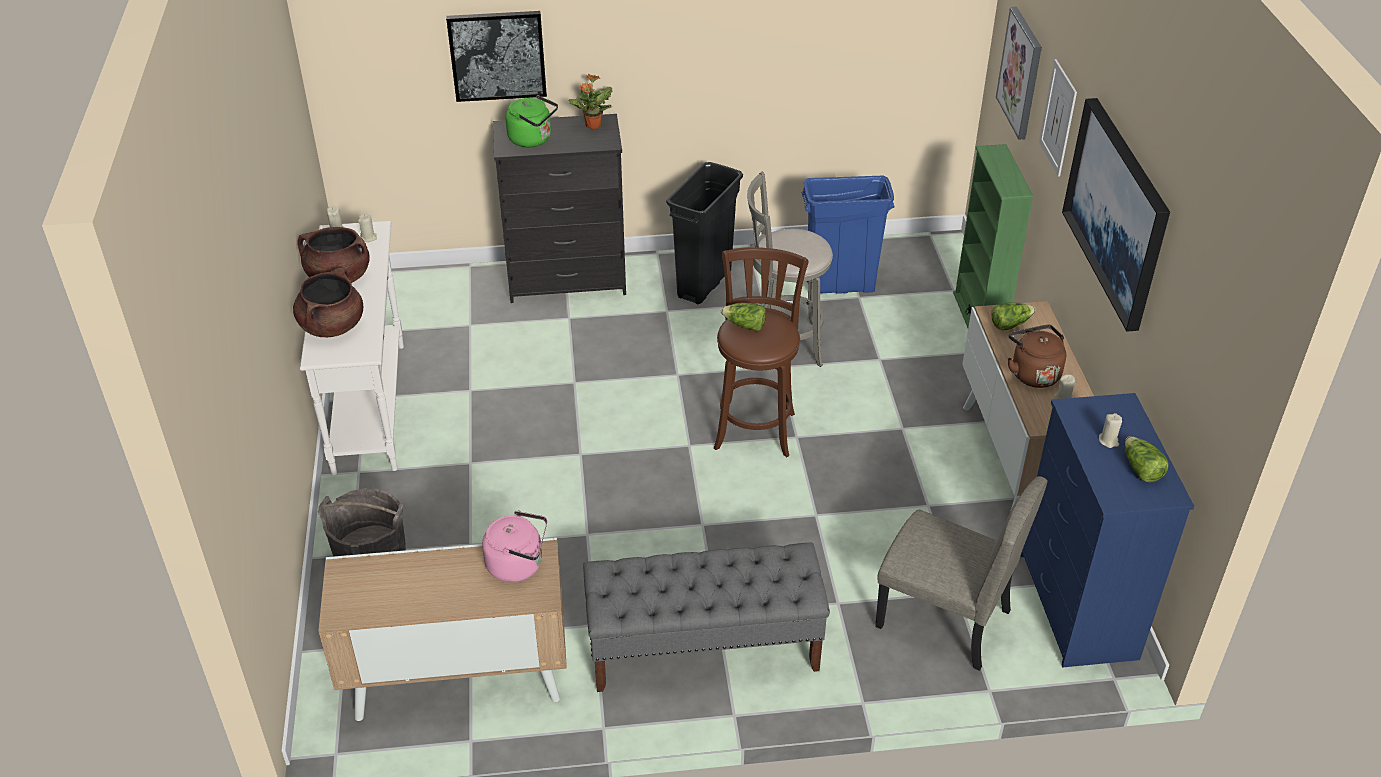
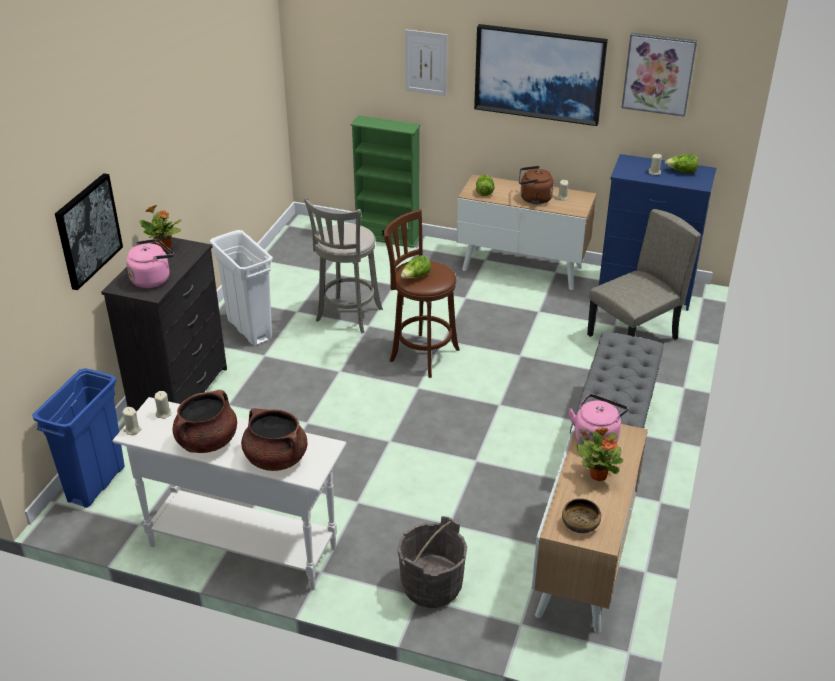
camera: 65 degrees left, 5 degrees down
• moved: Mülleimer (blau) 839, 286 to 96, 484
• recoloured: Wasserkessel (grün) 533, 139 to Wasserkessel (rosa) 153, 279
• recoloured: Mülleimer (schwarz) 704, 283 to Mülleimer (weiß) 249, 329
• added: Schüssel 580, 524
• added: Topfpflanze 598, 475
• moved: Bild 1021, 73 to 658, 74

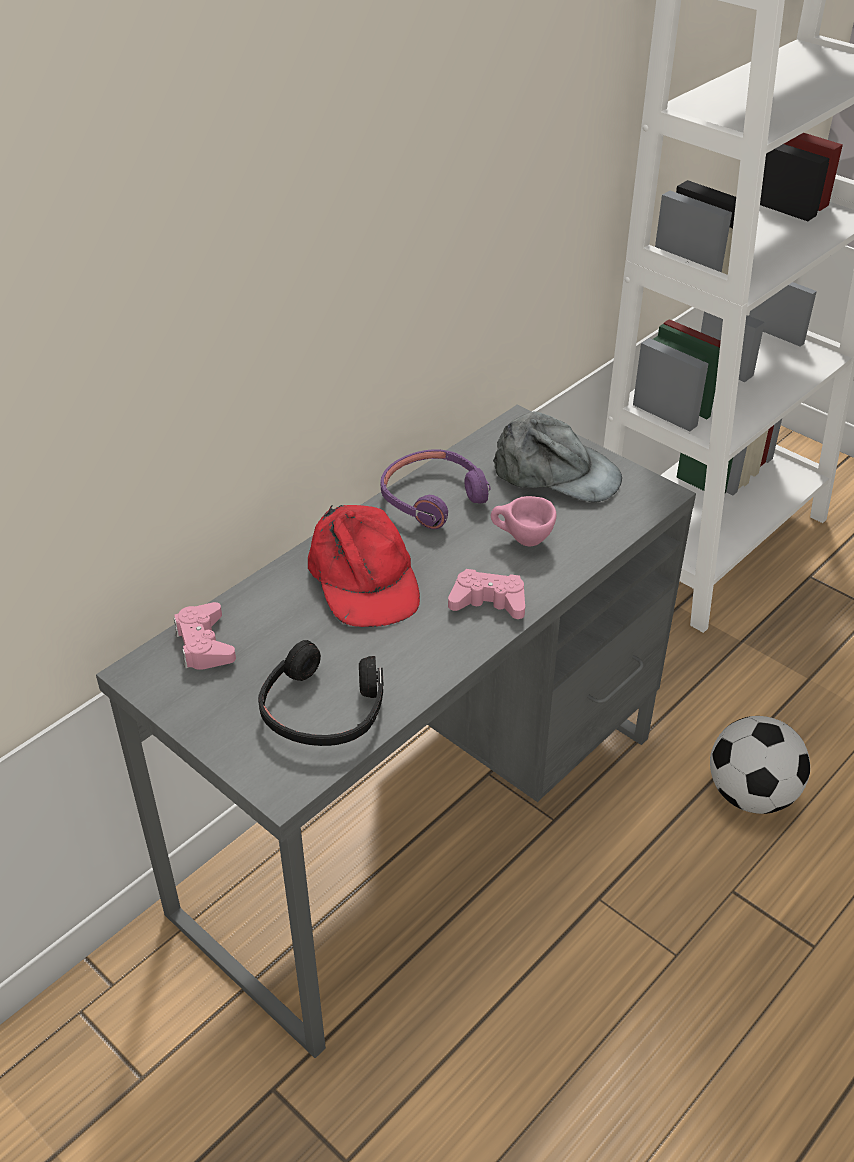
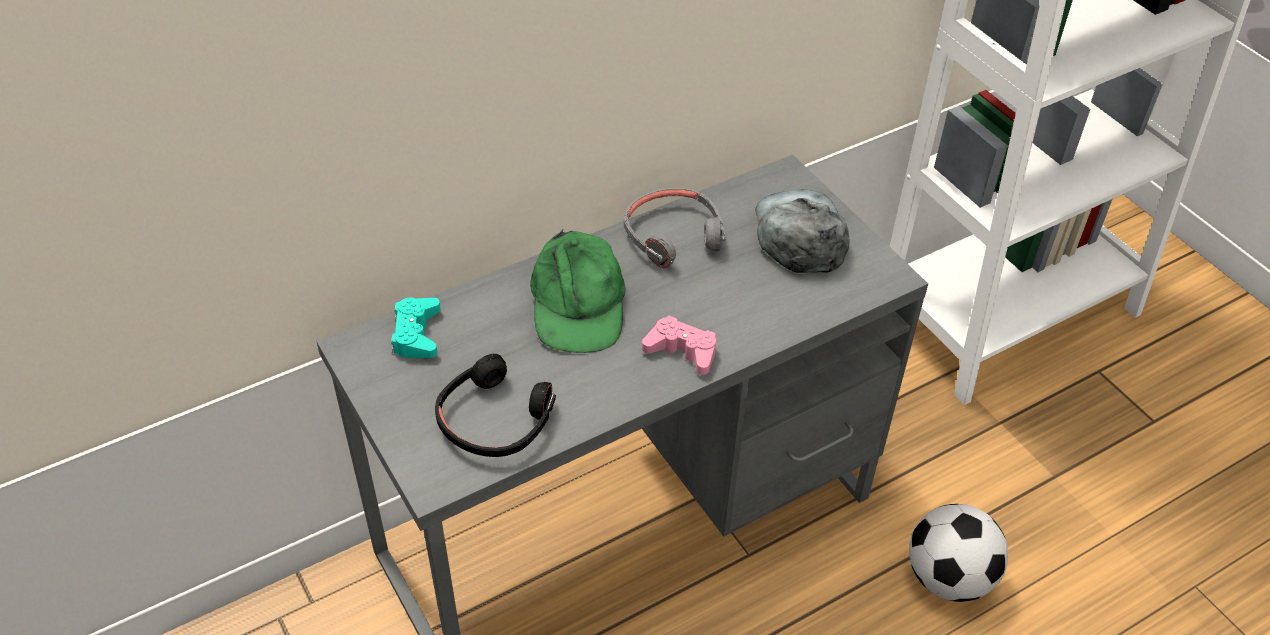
camera: 15 degrees right, 5 degrees up
• recoloured: Gamepad (rosa) 204, 644 to Gamepad (türkis) 416, 334
• recoloured: Kappe (rot) 363, 579 to Kappe (grün) 577, 303
• recoloured: Kopfhörer (lila) 433, 497 to Kopfhörer (grau) 673, 235
• turned: Kappe (grau) 556, 473 = 800, 234 135 degrees counterclockwise
• removed: Tasse (rosa) 521, 540

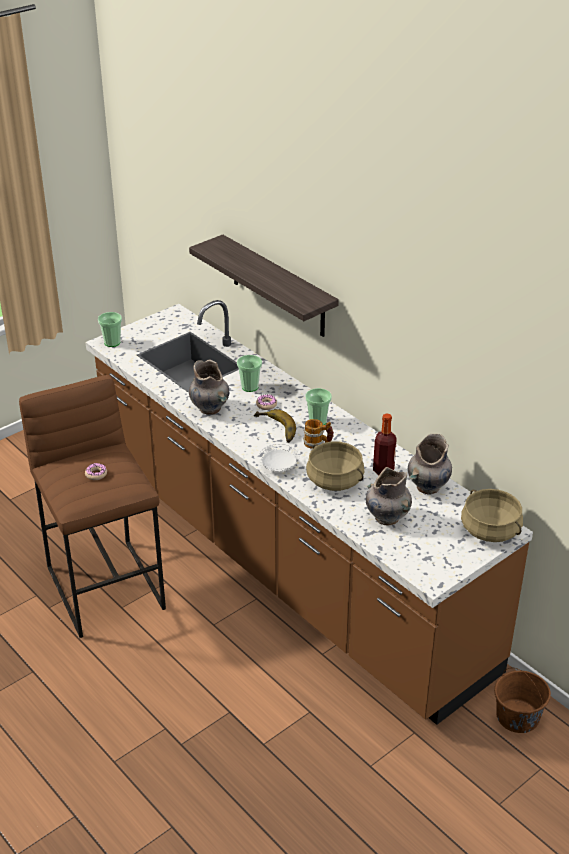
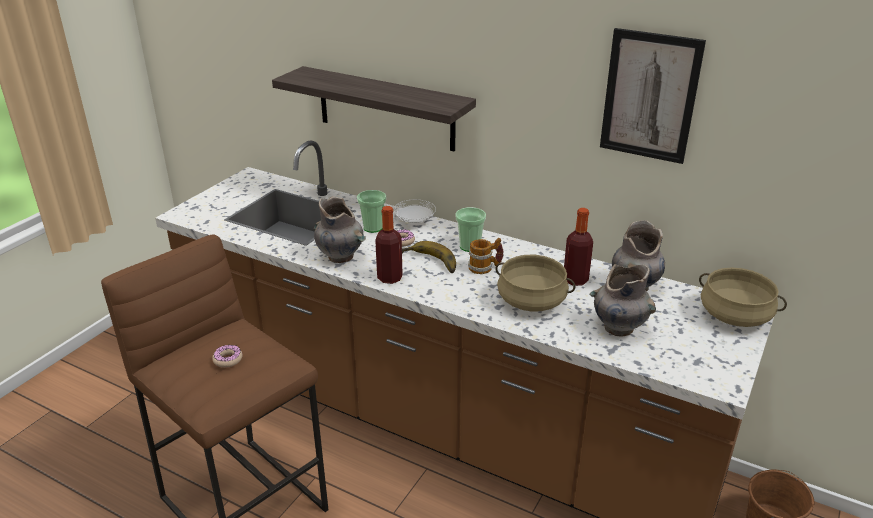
camera: 20 degrees left, 5 degrees down
• added: Flasche 389, 278
• moved: Teller (weiß) 279, 467 to 415, 221
• added: Bild 649, 96
• removed: Tasse 112, 342

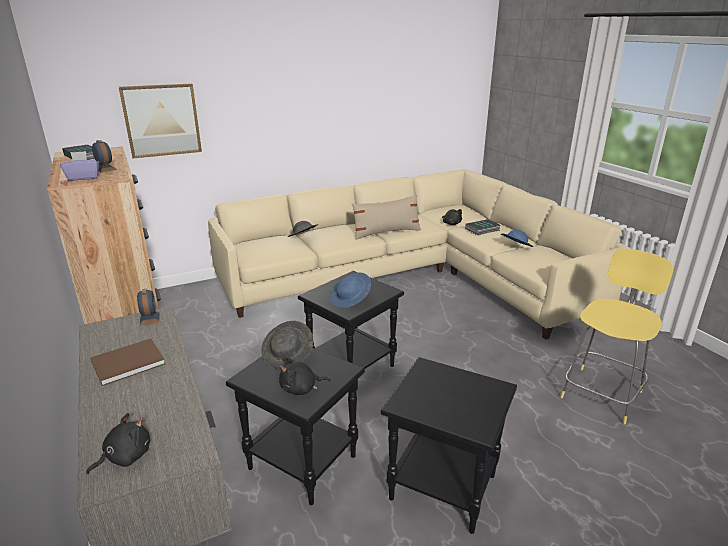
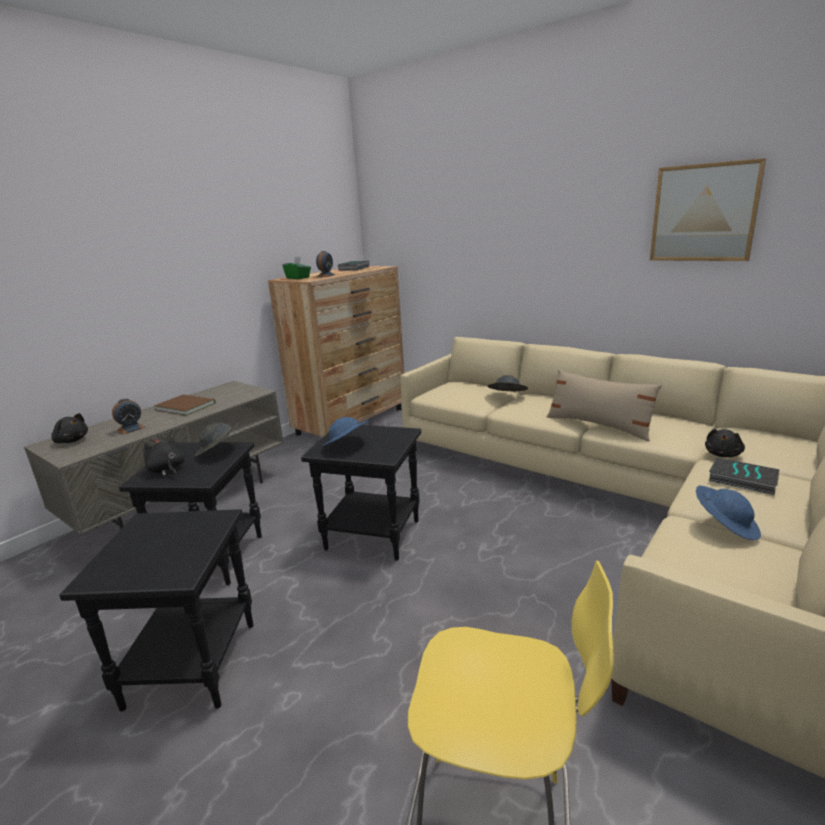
camera: 65 degrees right, 5 degrees down
• moved: Wecker 149, 318 to 131, 429
• recoloured: Taschentuchbox (lila) 83, 177 to Taschentuchbox (grün) 298, 278
• moved: Bild 162, 120 to 704, 213

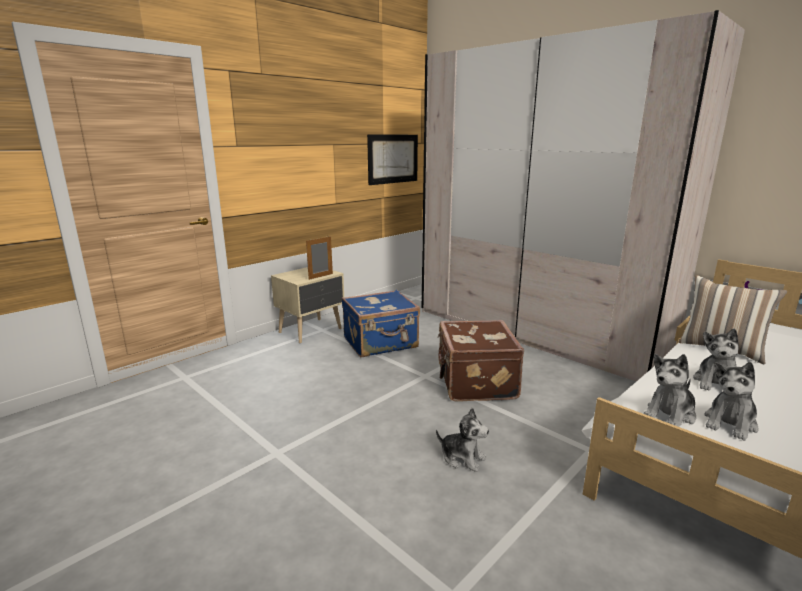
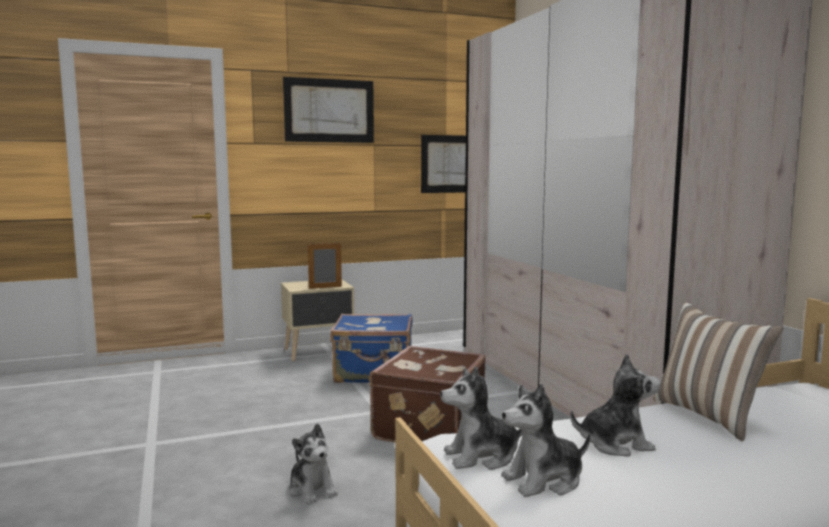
camera: 25 degrees right, 10 degrees down
• added: Bild 329, 110
• turned: Plüschtier 715, 383 = 615, 444 150 degrees counterclockwise

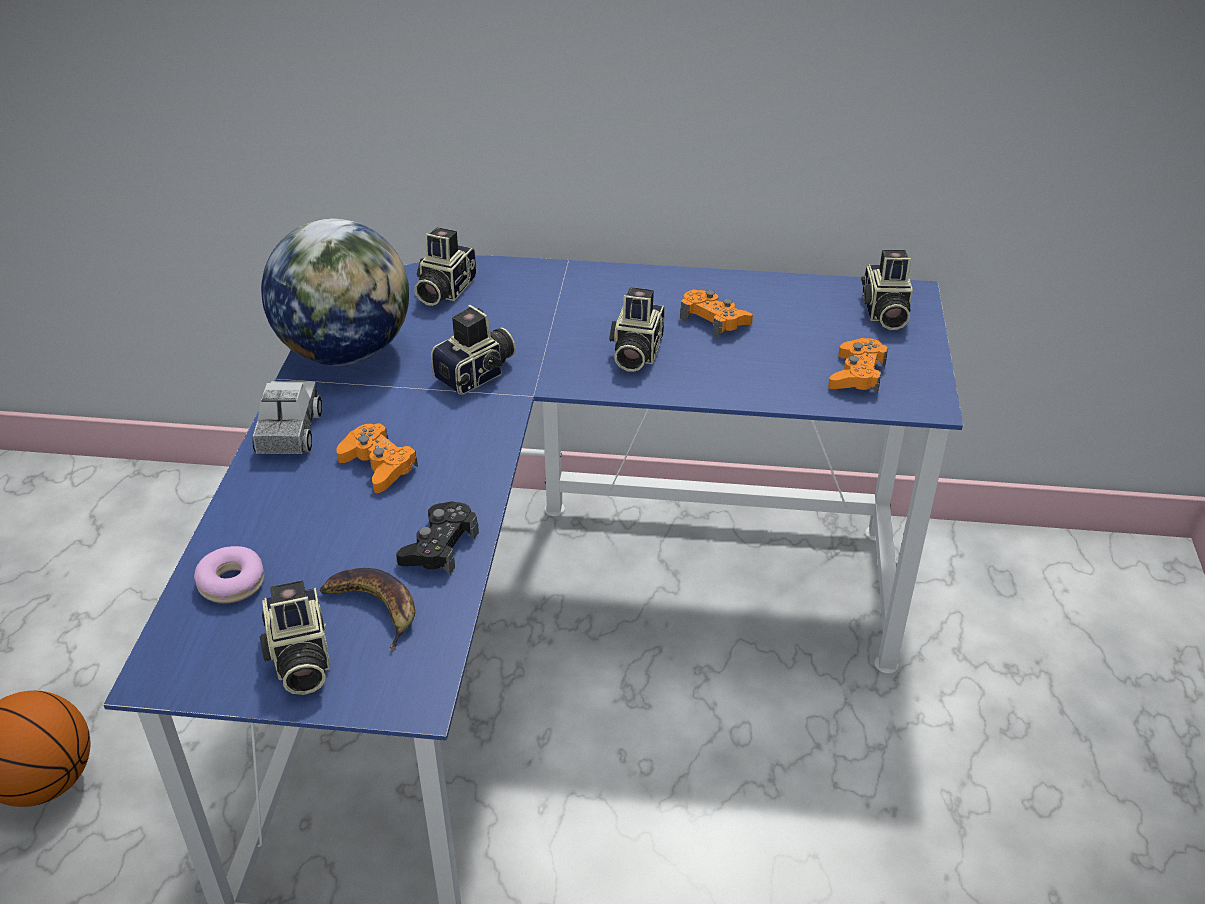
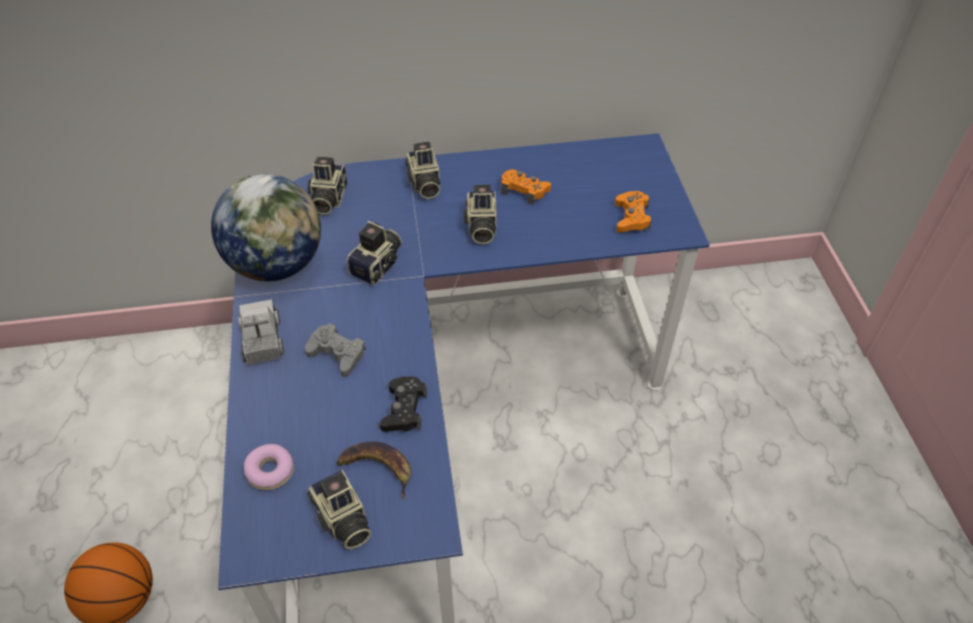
camera: 15 degrees left, 10 degrees up
• recoloured: Gamepad (orange) 378, 465 to Gamepad (grau) 337, 354
• moved: Kamera 884, 313 to 424, 184

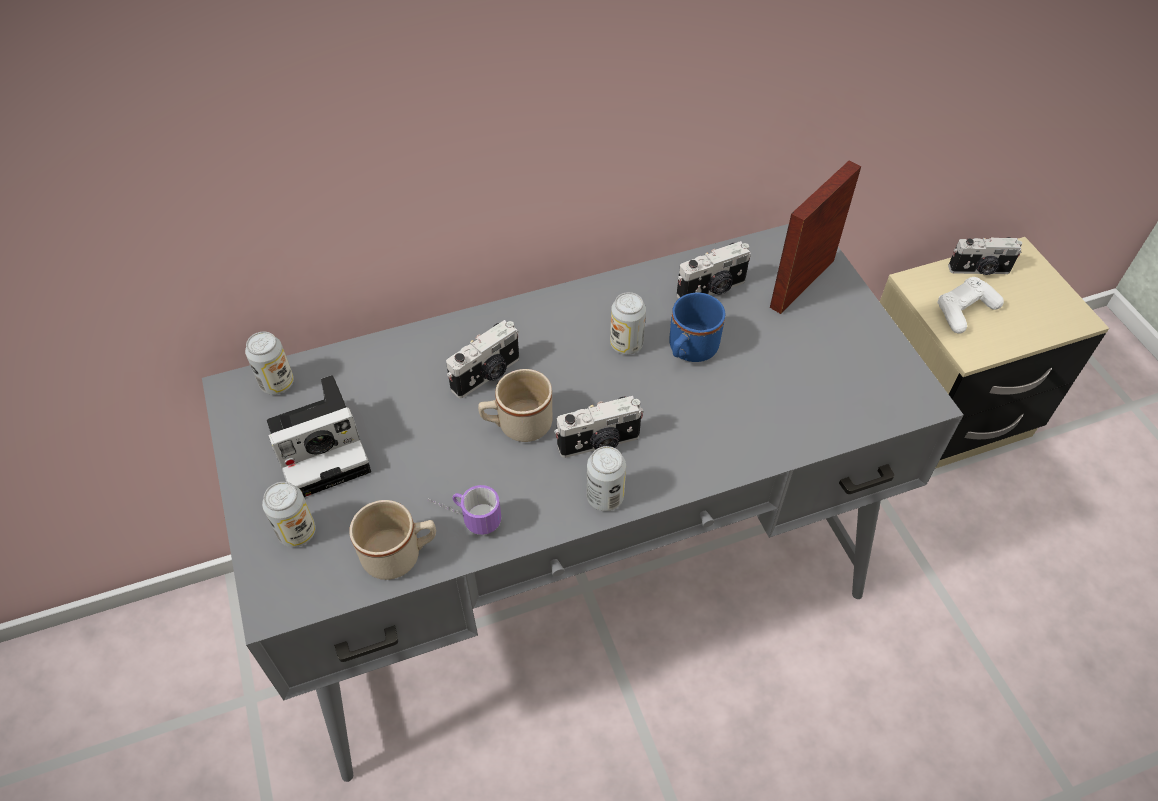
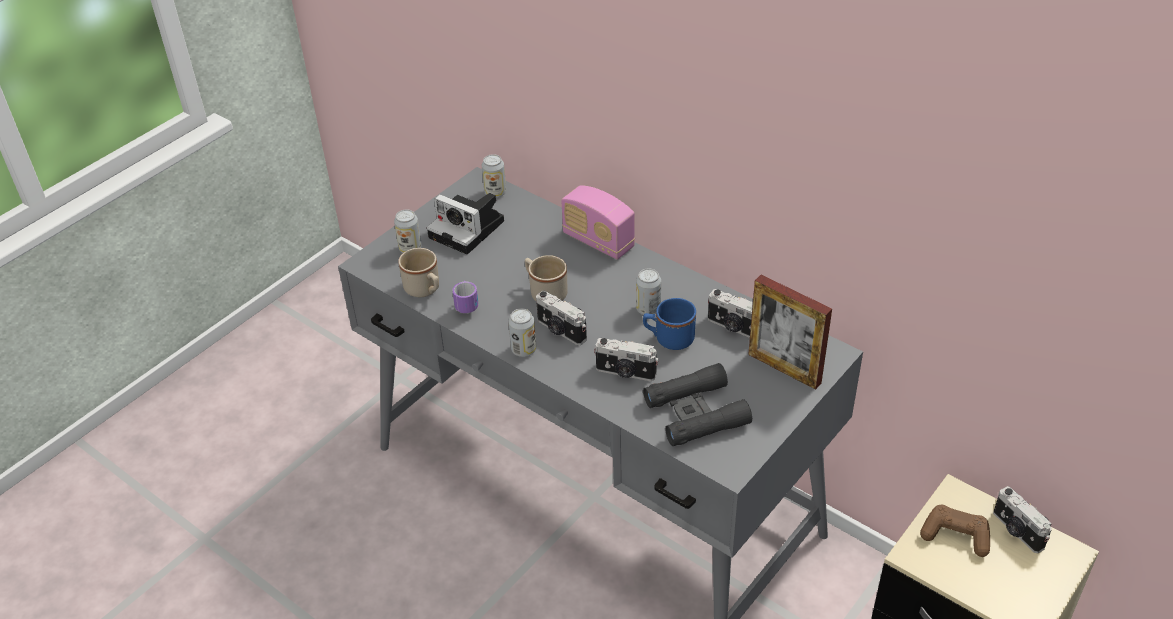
camera: 60 degrees right, 10 degrees down
• added: Radio 598, 241
• moved: Kamera 487, 375 to 625, 373
• added: Fernglas (schwarz) 696, 413
• turned: Bilderrahmen 802, 284 = 784, 368 150 degrees counterclockwise
• recoloured: Gamepad (weiß) 964, 311 to Gamepad (braun) 955, 536

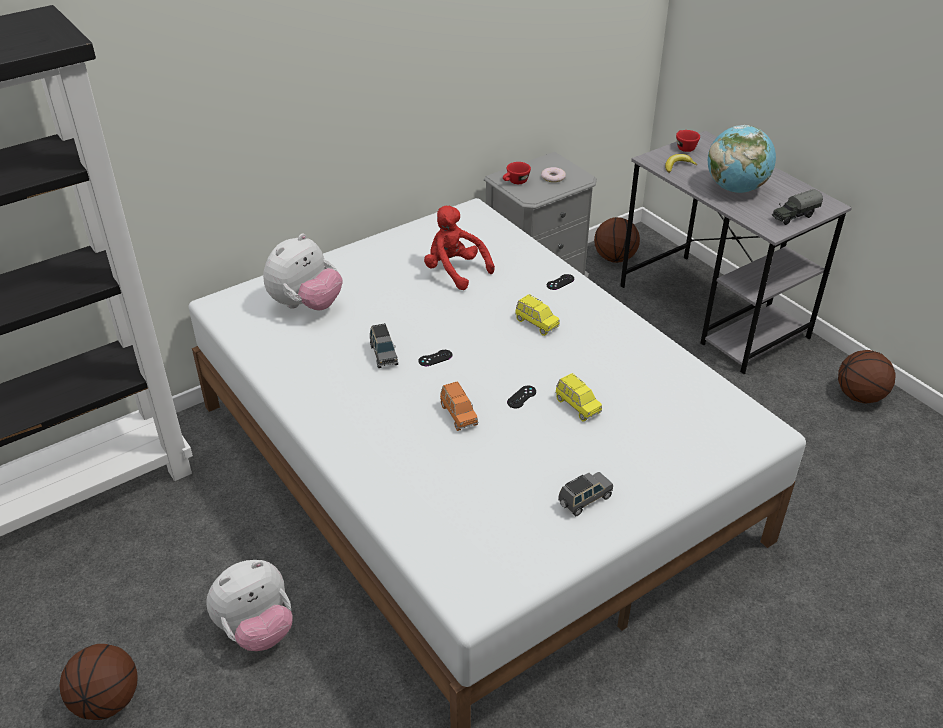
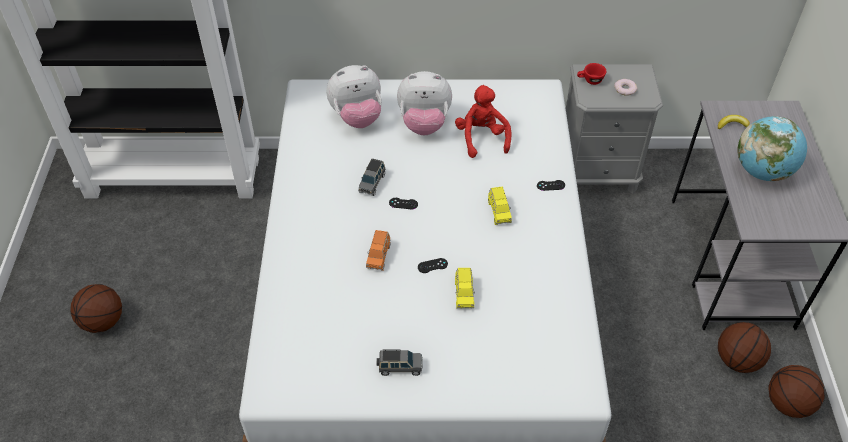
camera: 35 degrees right, 10 degrees up
• moved: Plüschtier 257, 629 to 424, 124
• moved: Basketball 615, 258 to 737, 360
• removed: Tasse (rot) 684, 147
• removed: Spielzeuglaster 794, 216

